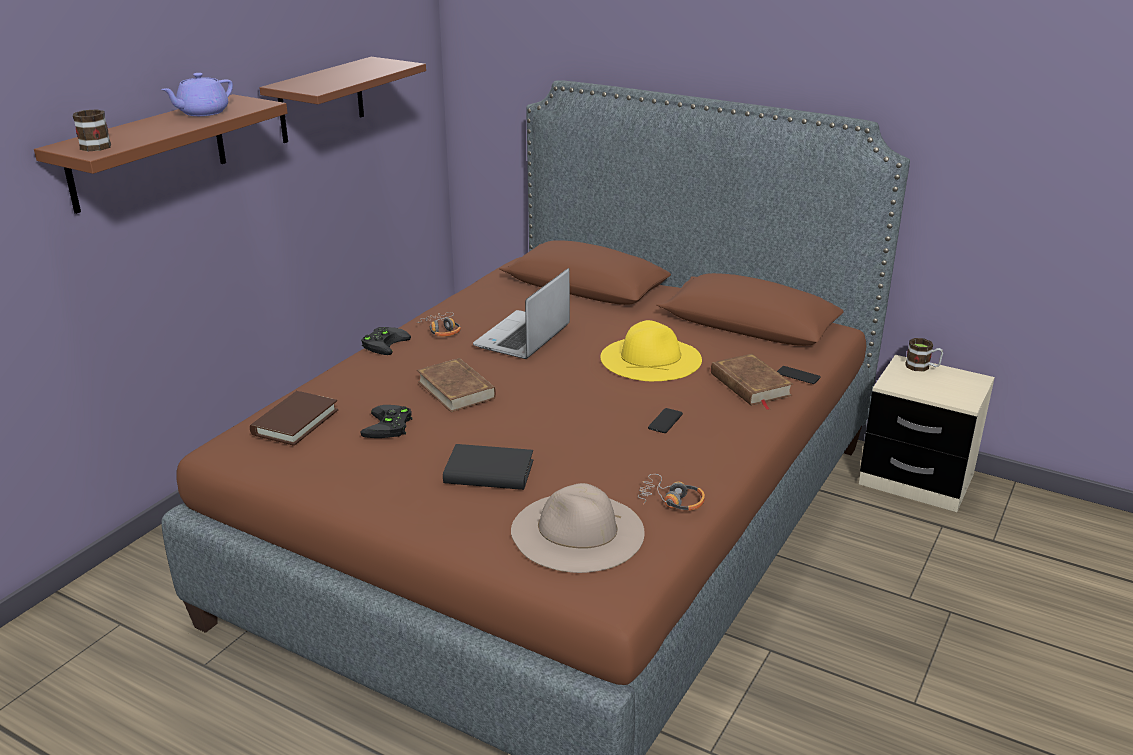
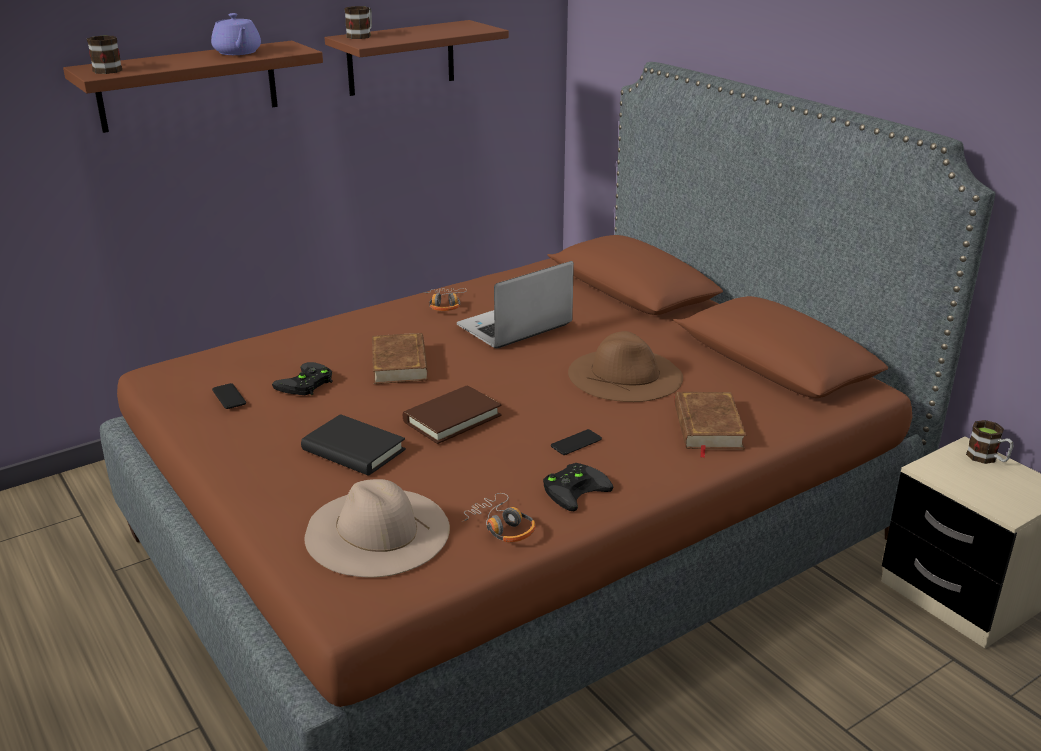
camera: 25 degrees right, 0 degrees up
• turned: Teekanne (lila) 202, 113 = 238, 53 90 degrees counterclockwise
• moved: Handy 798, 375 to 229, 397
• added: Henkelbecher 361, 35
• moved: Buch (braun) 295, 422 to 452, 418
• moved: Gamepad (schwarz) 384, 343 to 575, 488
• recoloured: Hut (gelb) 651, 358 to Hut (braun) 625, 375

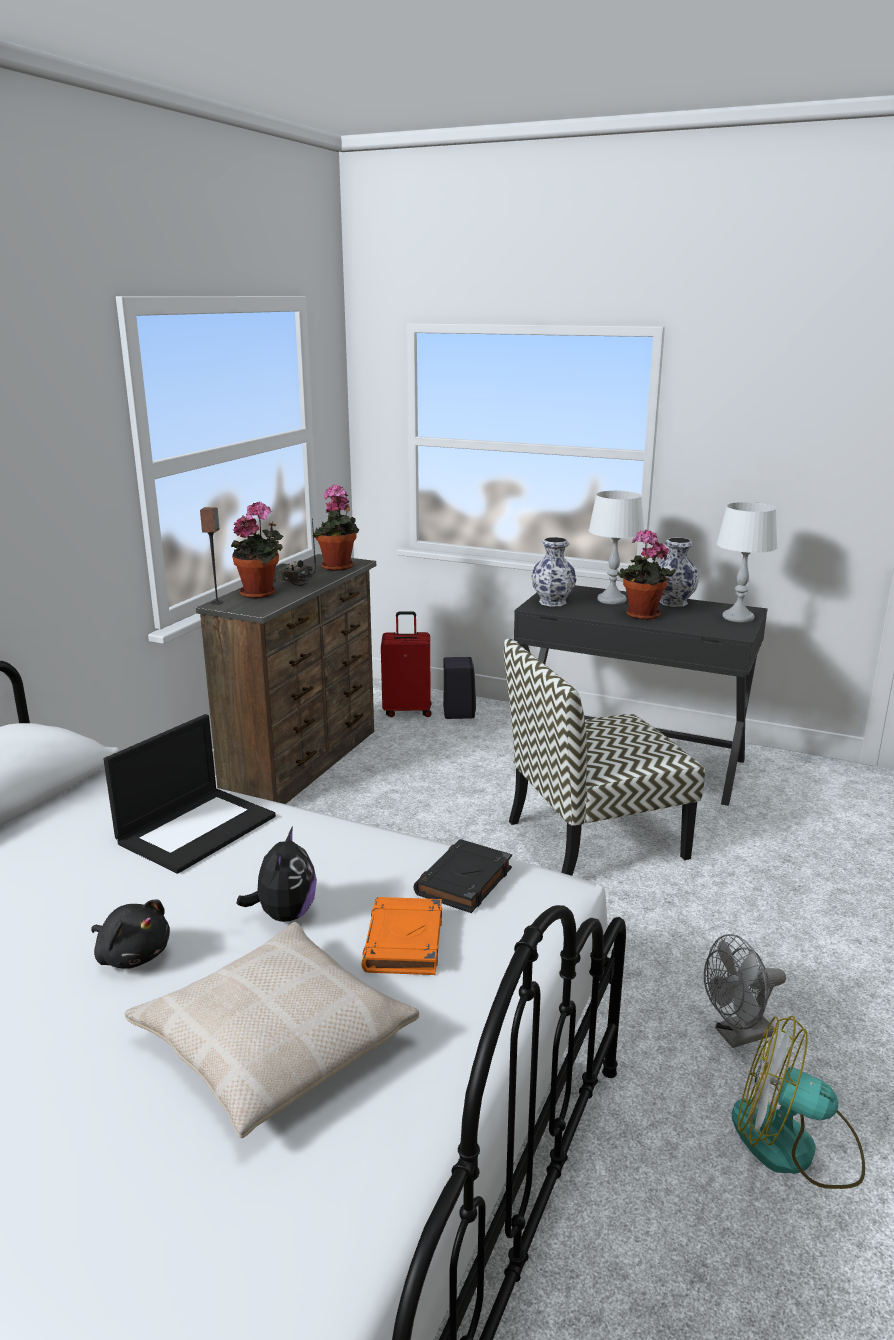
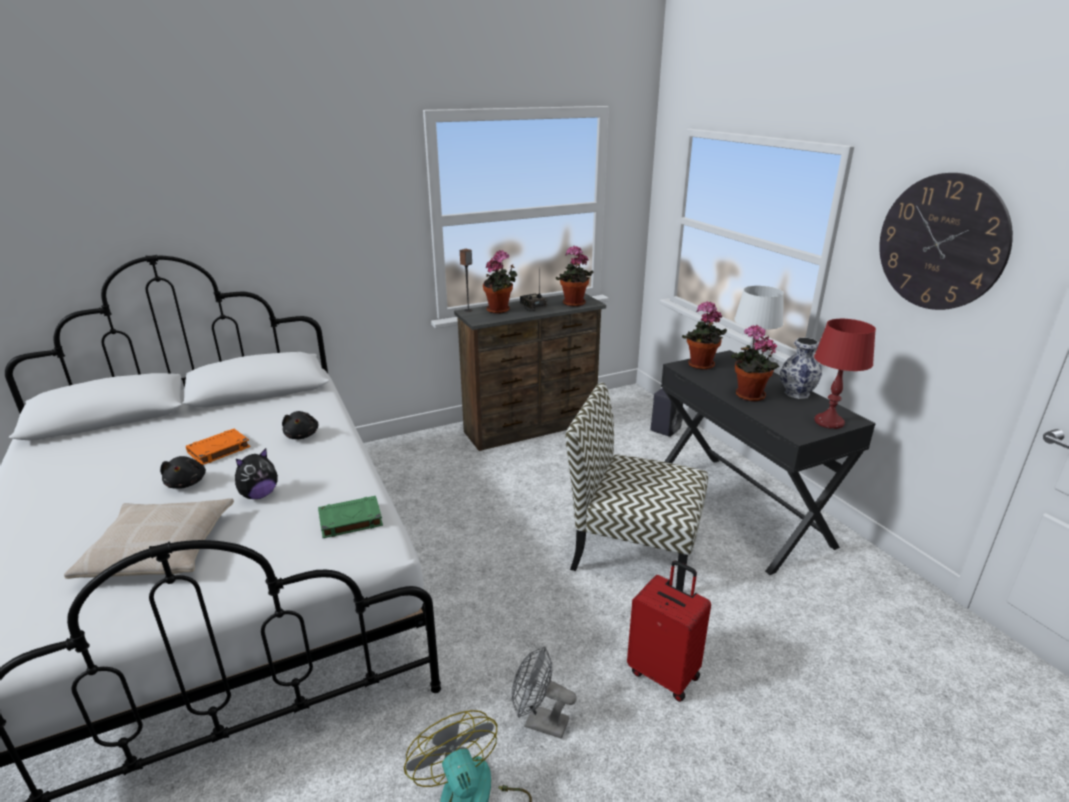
camera: 40 degrees right, 5 degrees up
• moved: Buch (orange) 404, 943 to 218, 450
• replaced: Laptop 197, 828 to Plüschtier (schwarz) 302, 435
• recoloured: Buch (schwarz) 464, 882 to Buch (grün) 350, 520
• moved: Koffer (rot) 407, 710 to 664, 673
• replaced: Vase 553, 602 to Topfpflanze 700, 366
• recoloured: Tischlampe (weiß) 737, 617 to Tischlampe (rot) 829, 422
• added: Wanduhr 941, 242

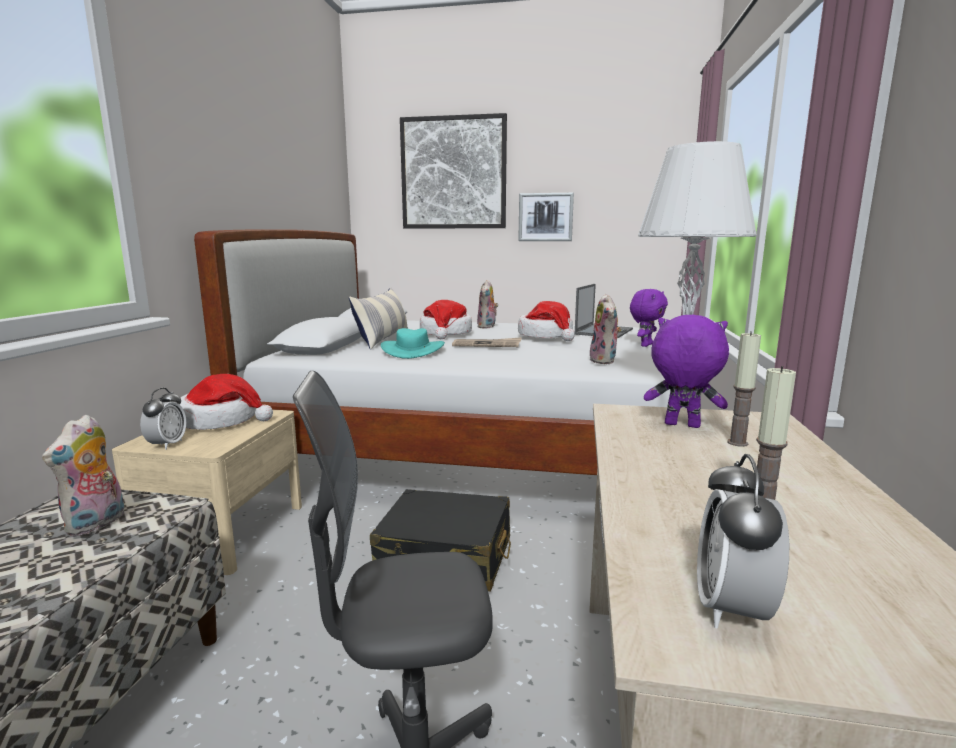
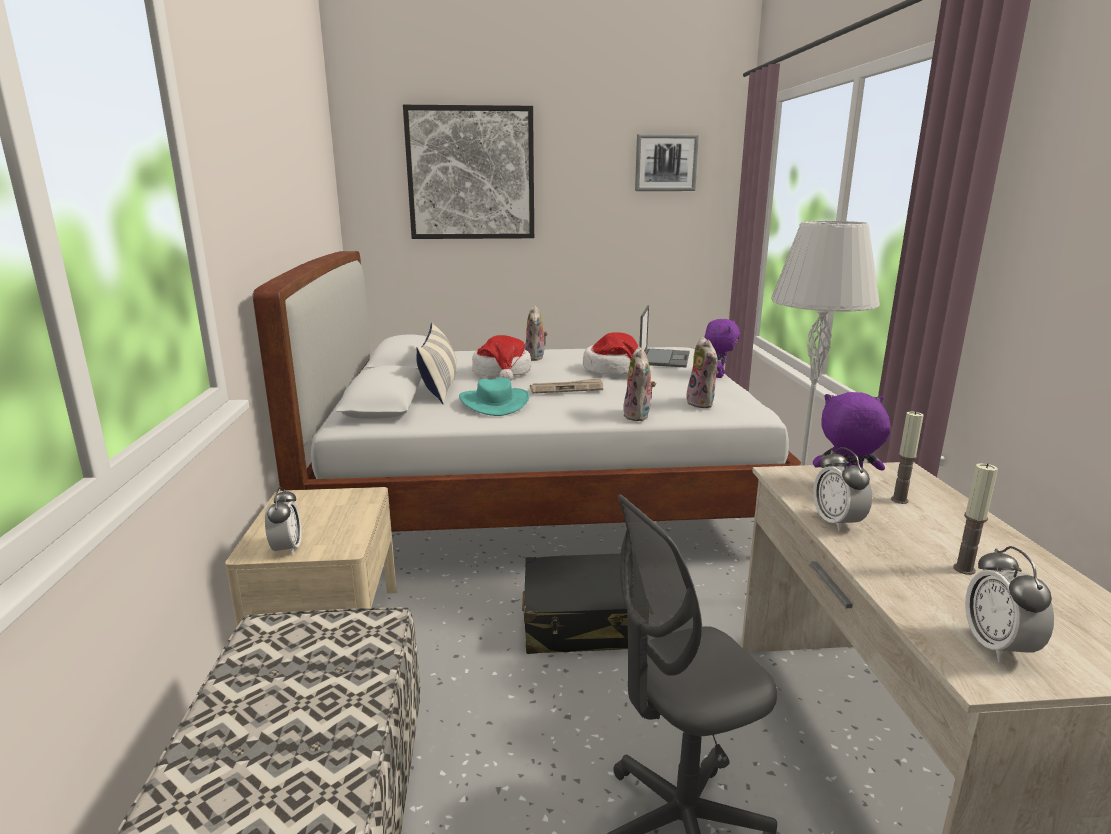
camera: 15 degrees left, 5 degrees up
• moved: Plüschtier 96, 524 to 639, 416
• moved: Bild 545, 217 to 666, 163
• added: Wecker 837, 523
• removed: Hut 221, 420

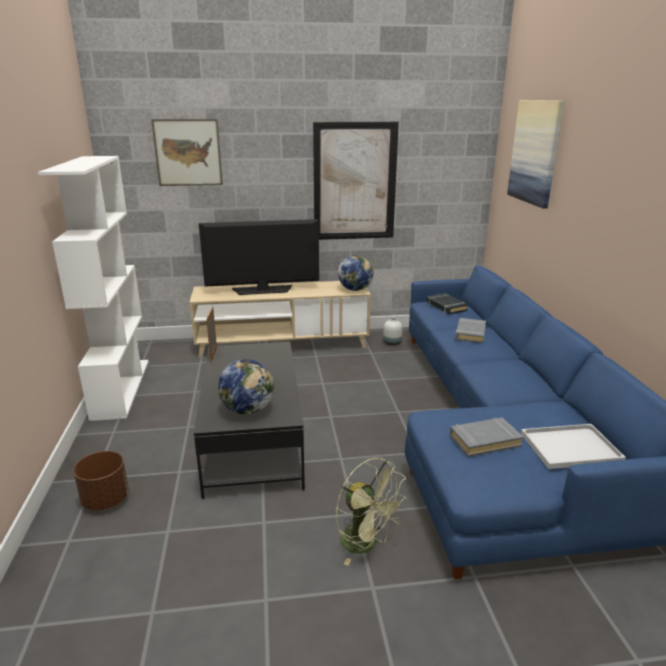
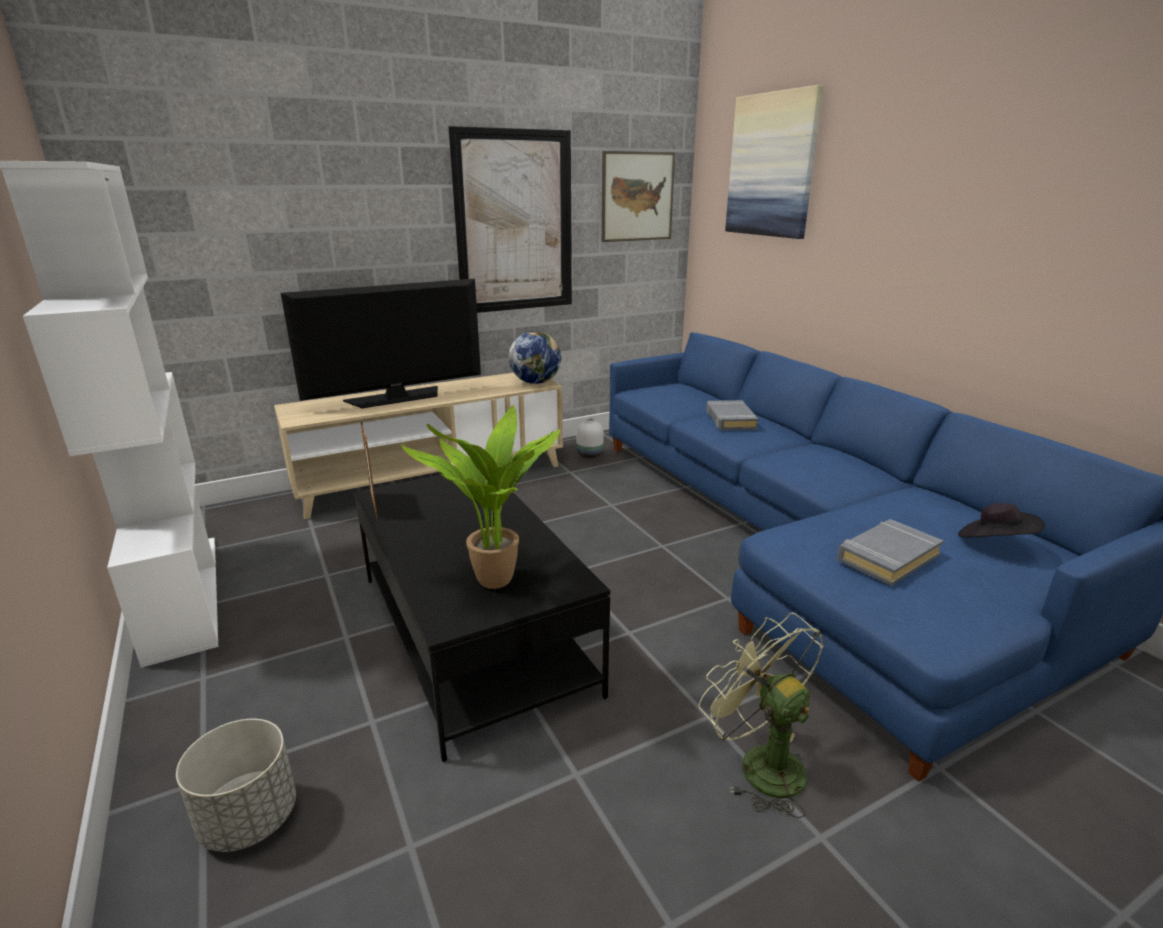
camera: 20 degrees left, 0 degrees up
• recoloured: Pflanzkübel (braun) 106, 500 to Pflanzkübel (grau) 249, 818
• replaced: Globus 247, 410 to Topfpflanze 498, 583
• moved: Bild 188, 152 to 637, 197
• turned: Ventilator (grün) 366, 544 = 759, 763 150 degrees counterclockwise
• replaced: Tablett (weiß) 571, 447 to Hut (schwarz) 994, 543
• removed: Buch (schwarz) 446, 307

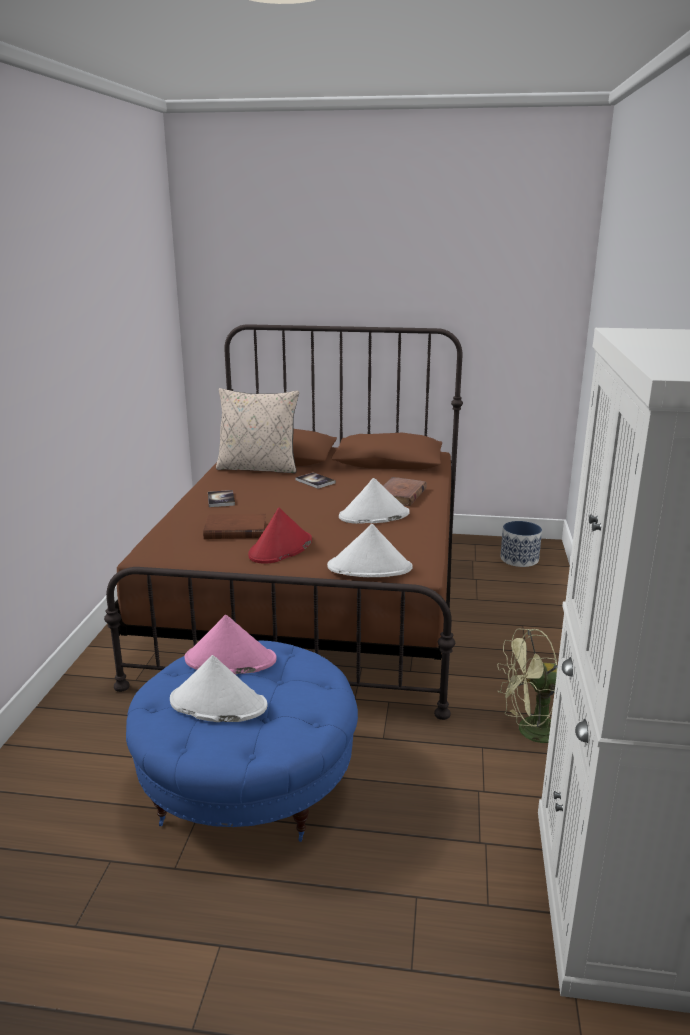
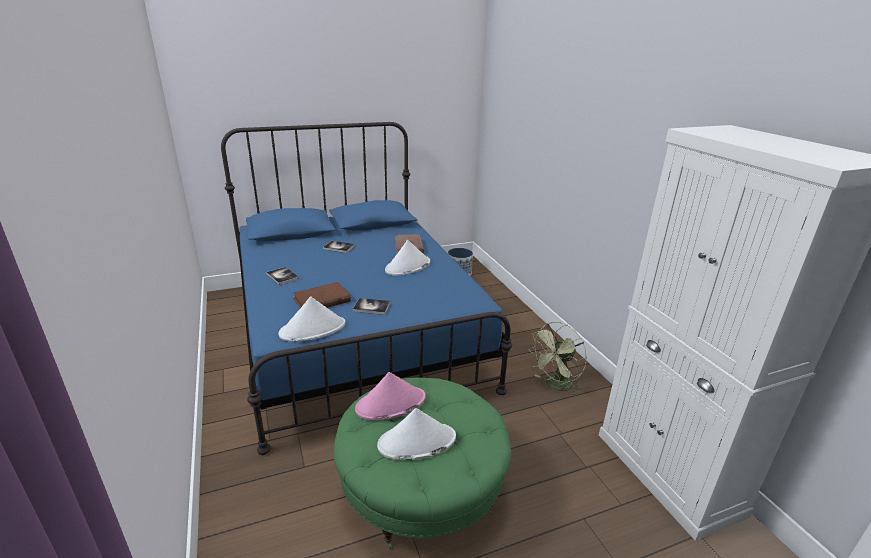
camera: 30 degrees left, 5 degrees up
• recoloured: Bett (braun) 316, 599 to Bett (blau) 355, 333
• moved: Hut (weiß) 370, 568 to 313, 329
• recoloured: Polsterhocker (blau) 248, 782 to Polsterhocker (grün) 422, 487
• replaced: Hut (rot) 280, 548 to Buch 371, 307
• removed: Kissen (beige) 258, 468

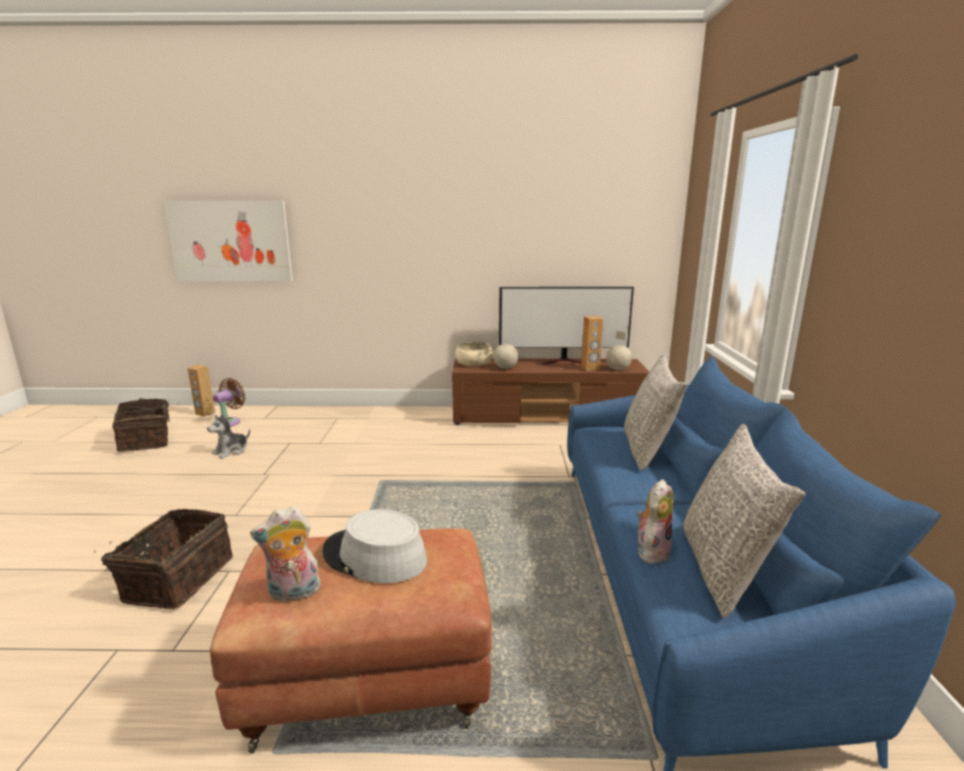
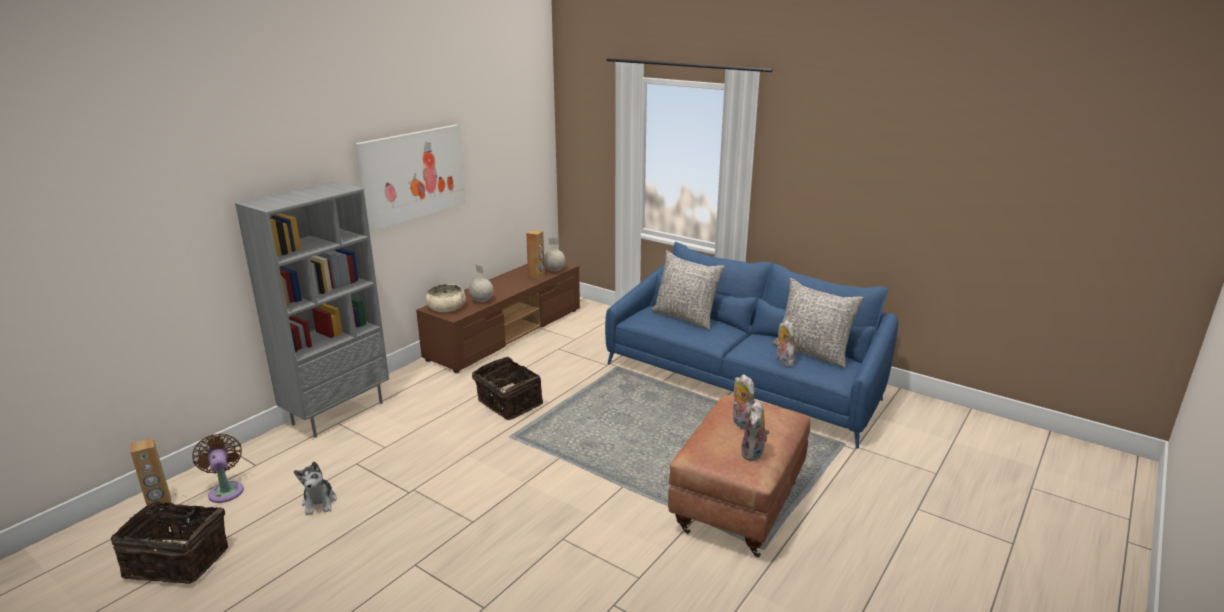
camera: 55 degrees left, 5 degrees up
• added: Bücherregal (grau) 338, 412
• moved: Bild 230, 241 to 412, 175
• moved: Korb 176, 579 to 508, 403
• replaced: Hut (grau) 374, 556 to Plüschtier 741, 423
• removed: Fernseher 566, 362

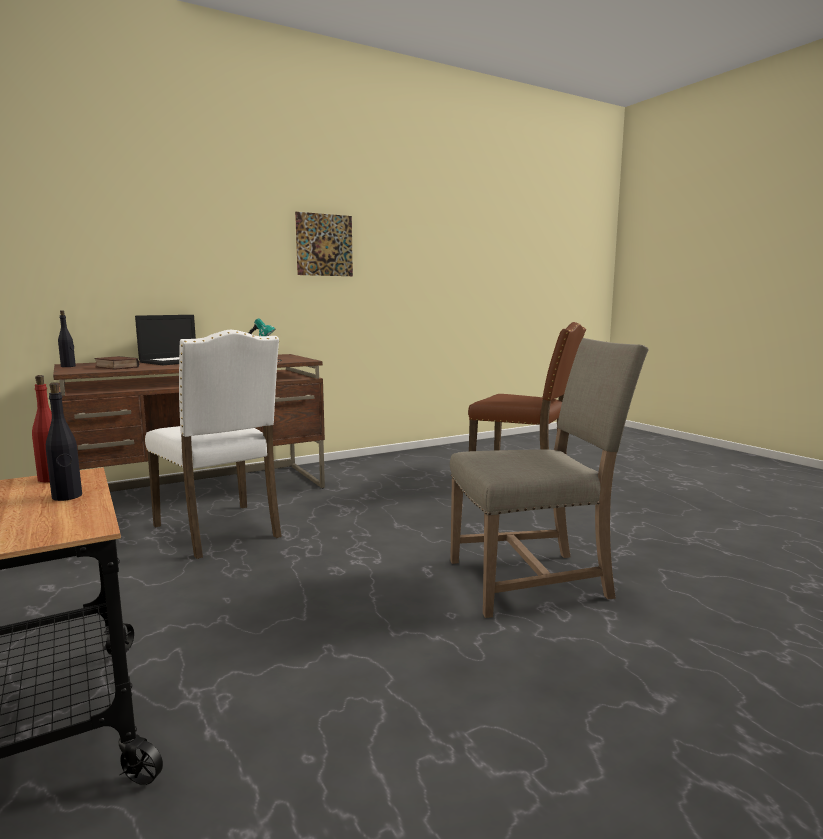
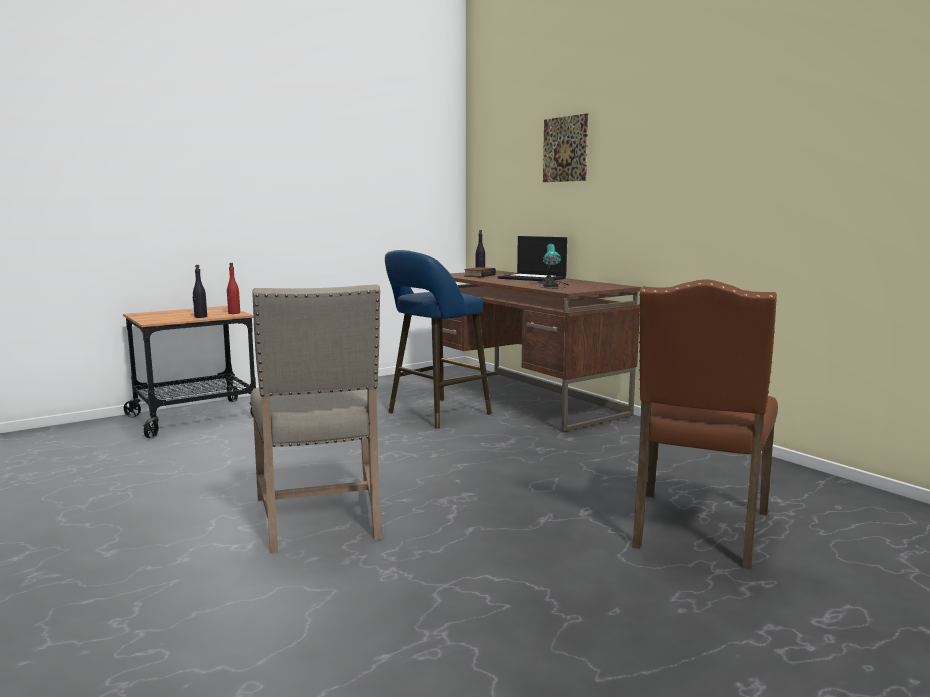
camera: 85 degrees right, 0 degrees up
• replaced: Stuhl (weiß) 221, 531 to Hocker (blau) 435, 414
• moved: Bild 324, 245 to 565, 149

